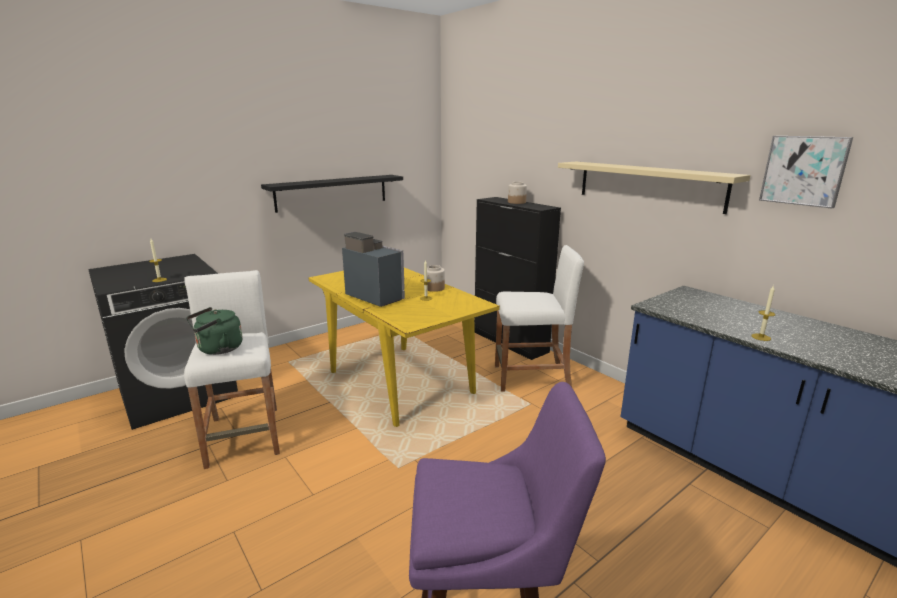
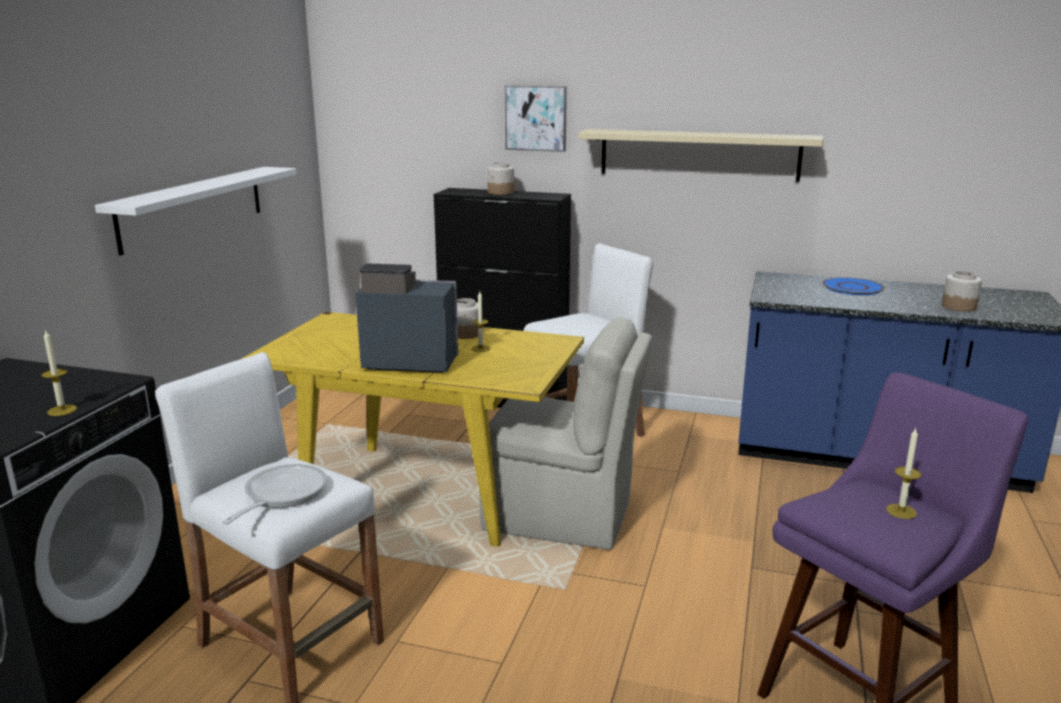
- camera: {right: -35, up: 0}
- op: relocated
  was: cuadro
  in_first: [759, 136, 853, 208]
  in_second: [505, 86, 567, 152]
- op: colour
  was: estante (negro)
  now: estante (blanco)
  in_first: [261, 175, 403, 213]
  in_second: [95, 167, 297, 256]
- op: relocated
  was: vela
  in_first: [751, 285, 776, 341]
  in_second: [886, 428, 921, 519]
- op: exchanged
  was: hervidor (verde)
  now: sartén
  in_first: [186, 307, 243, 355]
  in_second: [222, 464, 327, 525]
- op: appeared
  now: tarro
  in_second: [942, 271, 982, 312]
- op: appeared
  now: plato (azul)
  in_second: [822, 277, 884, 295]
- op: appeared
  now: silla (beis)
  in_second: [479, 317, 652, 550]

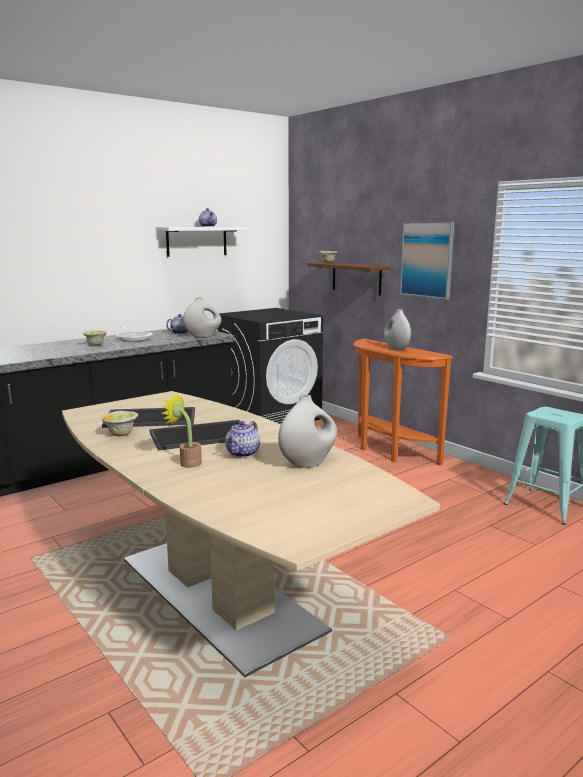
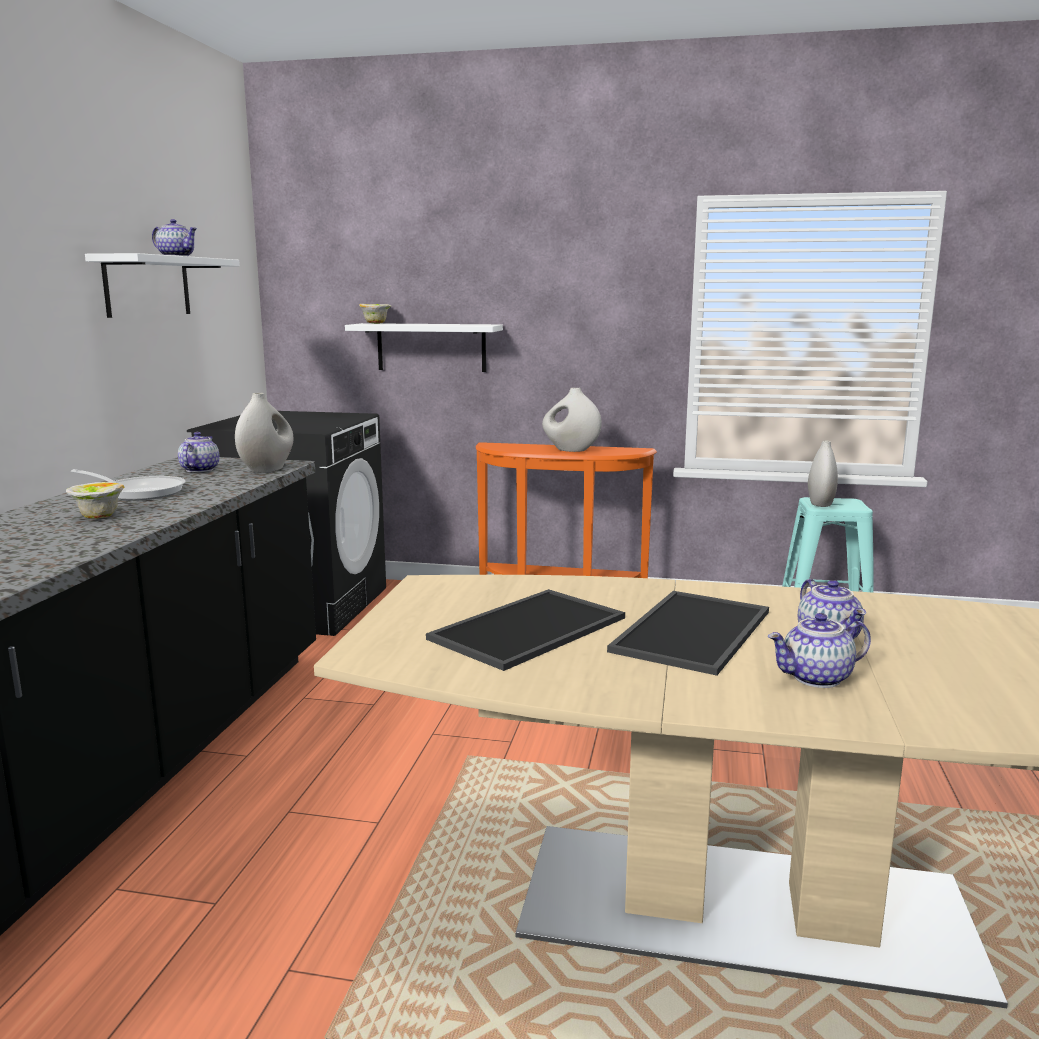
- camera: {right: -40, up: 0}
- op: missing
  was: cuadro
  in_first: [400, 221, 455, 300]
- op: colour
  was: estante (marrón)
  now: estante (blanco)
  in_first: [308, 262, 390, 295]
  in_second: [345, 323, 503, 372]
- op: exchanged
  was: planta en maceta
  now: tetera
  in_first: [162, 393, 202, 468]
  in_second: [768, 613, 871, 688]
- op: relocated
  was: florero (blanco)
  in_first: [278, 395, 337, 468]
  in_second: [808, 441, 838, 507]
- op: missing
  was: cuenco
  in_first: [102, 411, 138, 436]

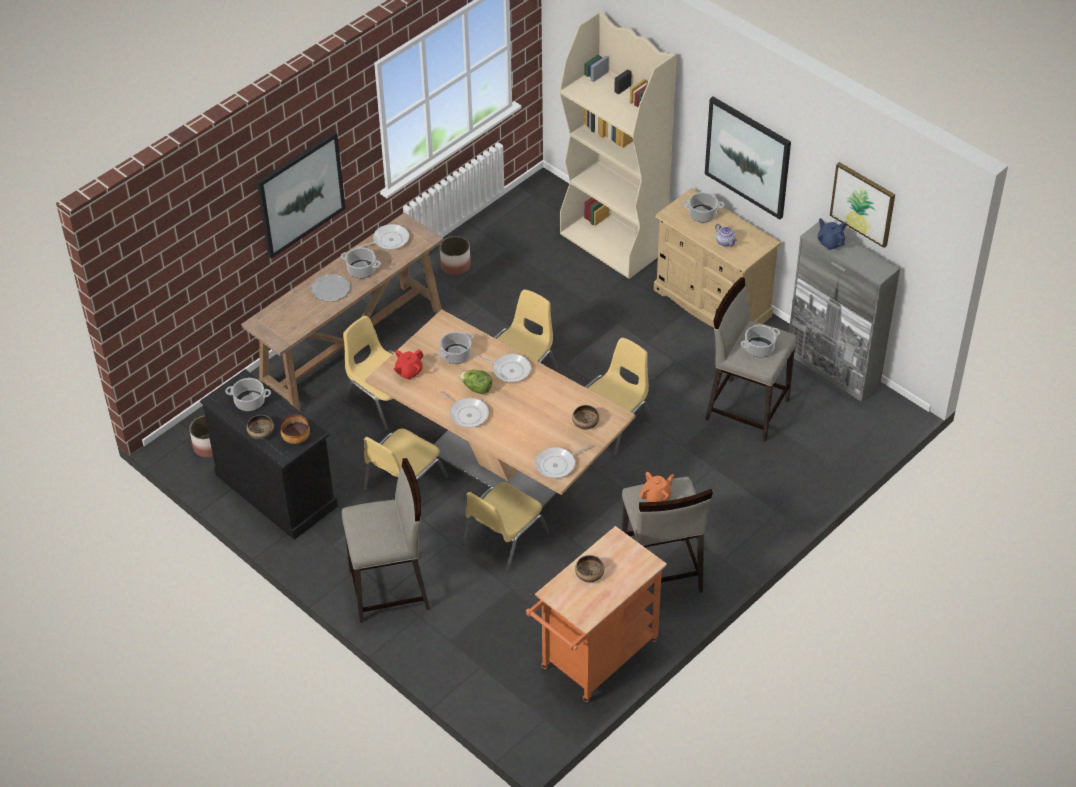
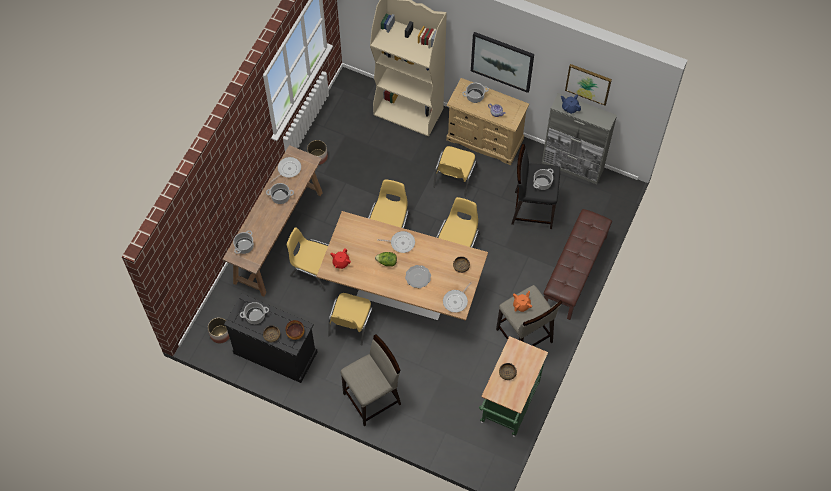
- camera: {right: -20, up: 15}
- op: missing
  was: cuadro
  in_first: [257, 132, 346, 259]
- op: relocated
  was: plato
  in_first: [311, 274, 350, 302]
  in_second: [405, 265, 431, 288]
- op: colour
  was: taburete (beis)
  now: taburete (negro)
  in_first: [705, 277, 797, 442]
  in_second: [511, 144, 560, 229]
- op: relocated
  was: olla
  in_first: [438, 332, 474, 364]
  in_second: [233, 230, 254, 254]
- op: missing
  was: sartén
  in_first: [440, 391, 489, 428]
- op: relocated
  was: silla (amarillo)
  in_first: [463, 482, 550, 572]
  in_second: [433, 146, 478, 197]
- op: colour
  was: carrito (naranja)
  now: carrito (verde)
  in_first: [526, 526, 667, 702]
  in_second: [479, 336, 548, 436]
- op: appeared
  now: banco (marrón)
  in_second: [544, 209, 612, 320]

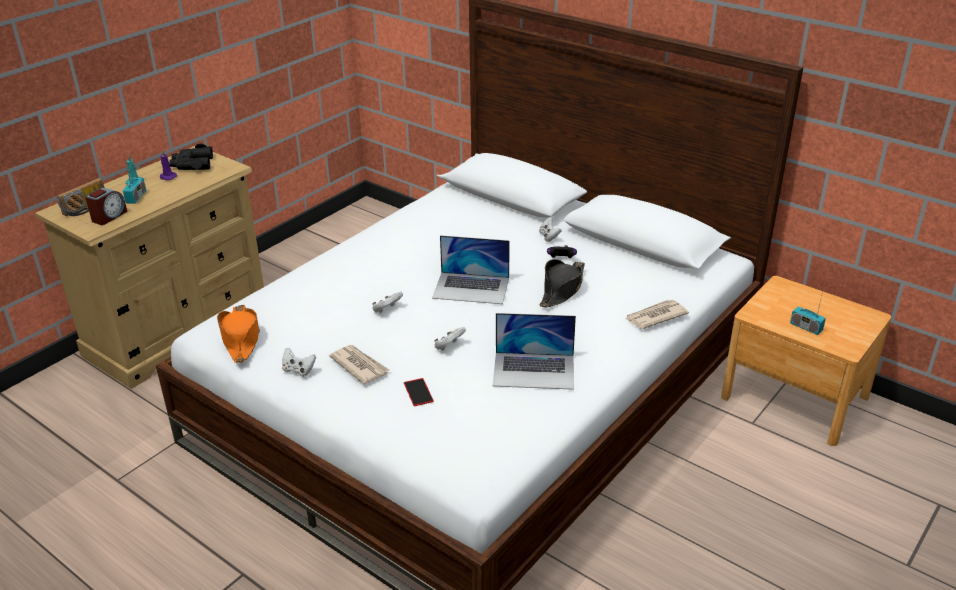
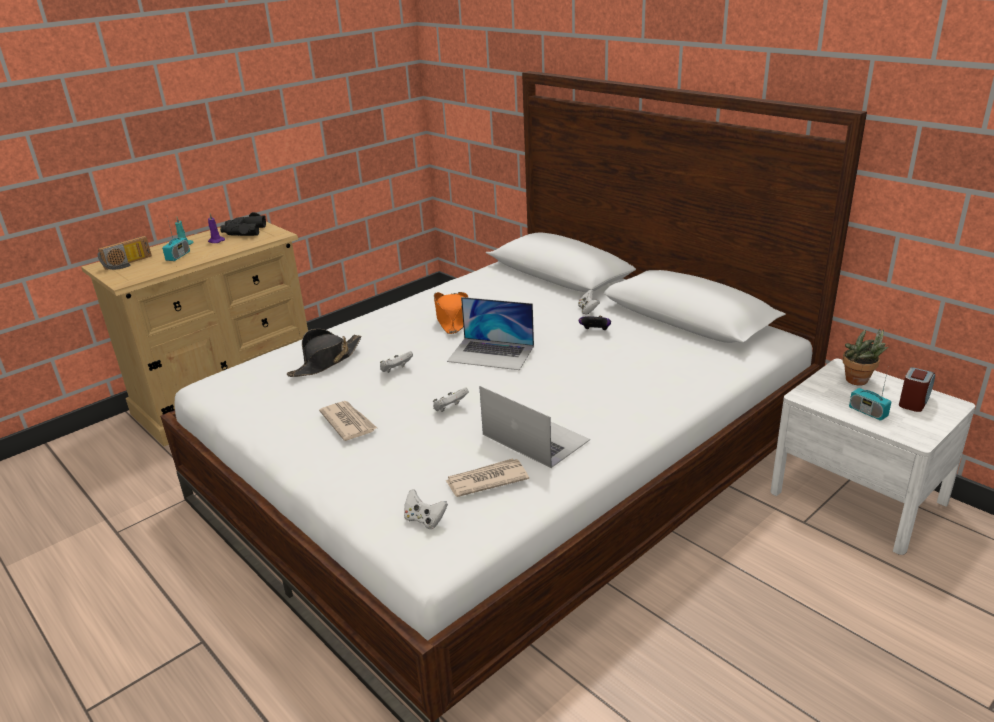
- camera: {right: 10, up: -5}
- op: relocated
  was: despertador
  in_first: [85, 188, 127, 225]
  in_second: [899, 367, 935, 412]
- op: relocated
  was: sombrero (negro)
  in_first: [539, 259, 585, 307]
  in_second: [287, 329, 361, 377]
- op: colour
  was: mesita de noche (marrón)
  now: mesita de noche (blanco)
  in_first: [721, 276, 891, 446]
  in_second: [770, 359, 975, 555]
- op: relocated
  was: periódico
  in_first: [625, 300, 689, 329]
  in_second: [446, 459, 529, 497]
- op: relocated
  was: sombrero (naranja)
  in_first: [217, 305, 260, 363]
  in_second: [434, 292, 469, 334]
- op: spun
  was: portátil
  in_first: [493, 313, 576, 390]
  in_second: [479, 386, 590, 468]
  clockwise: -150
- op: relocated
  was: mando de consola (blanco)
  in_first: [282, 348, 316, 377]
  in_second: [404, 489, 448, 529]
- op: missing
  was: móvil
  in_first: [404, 378, 434, 406]
- op: appeared
  now: planta en maceta
  in_second: [842, 329, 888, 385]

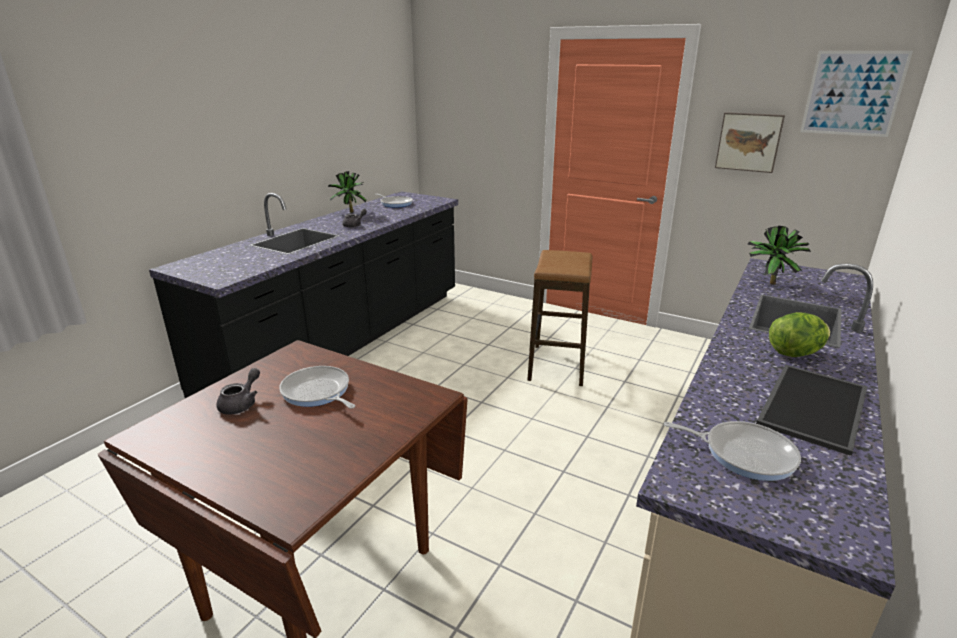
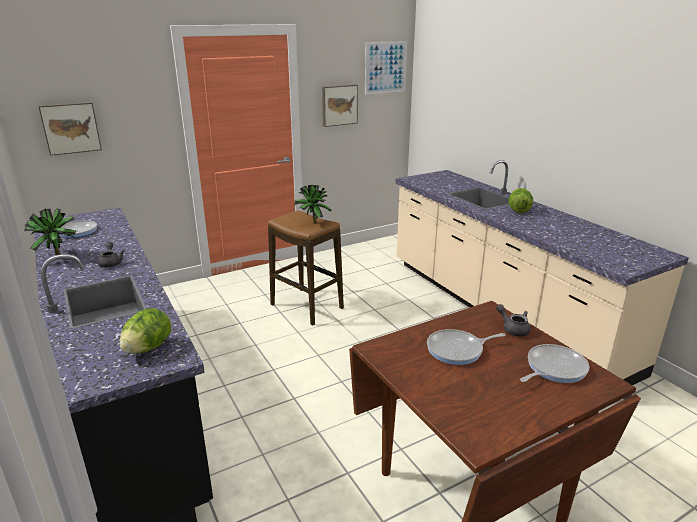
- camera: {right: -60, up: 0}
- op: relocated
  was: planta en maceta
  in_first: [747, 226, 811, 285]
  in_second: [294, 185, 332, 224]
- op: missing
  was: bandeja
  in_first: [756, 365, 868, 456]
- op: relocated
  was: tetera (gris)
  in_first: [216, 368, 260, 415]
  in_second: [496, 304, 531, 337]
- op: relocated
  was: sartén
  in_first: [664, 421, 801, 481]
  in_second: [520, 344, 589, 383]
- op: appeared
  now: cuadro
  in_second: [38, 102, 102, 156]
- op: appeared
  now: lechuga
  in_second: [120, 308, 171, 354]

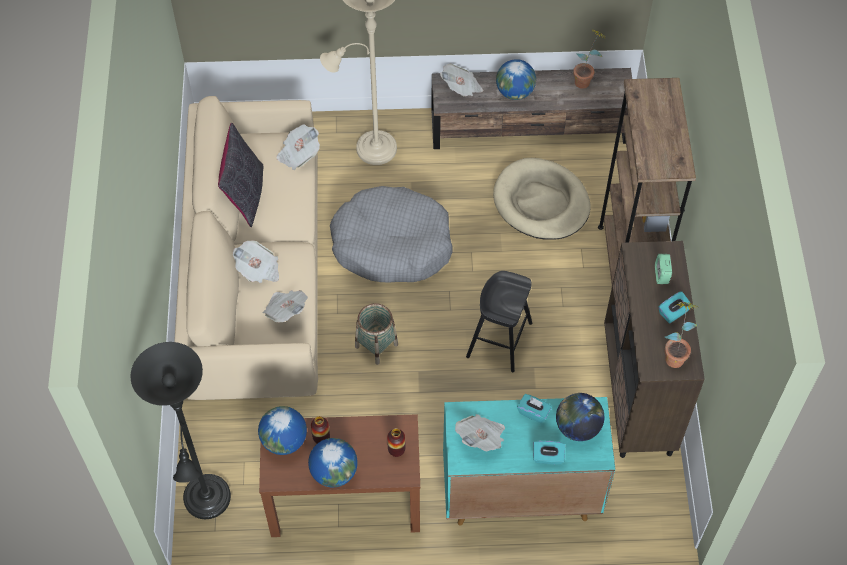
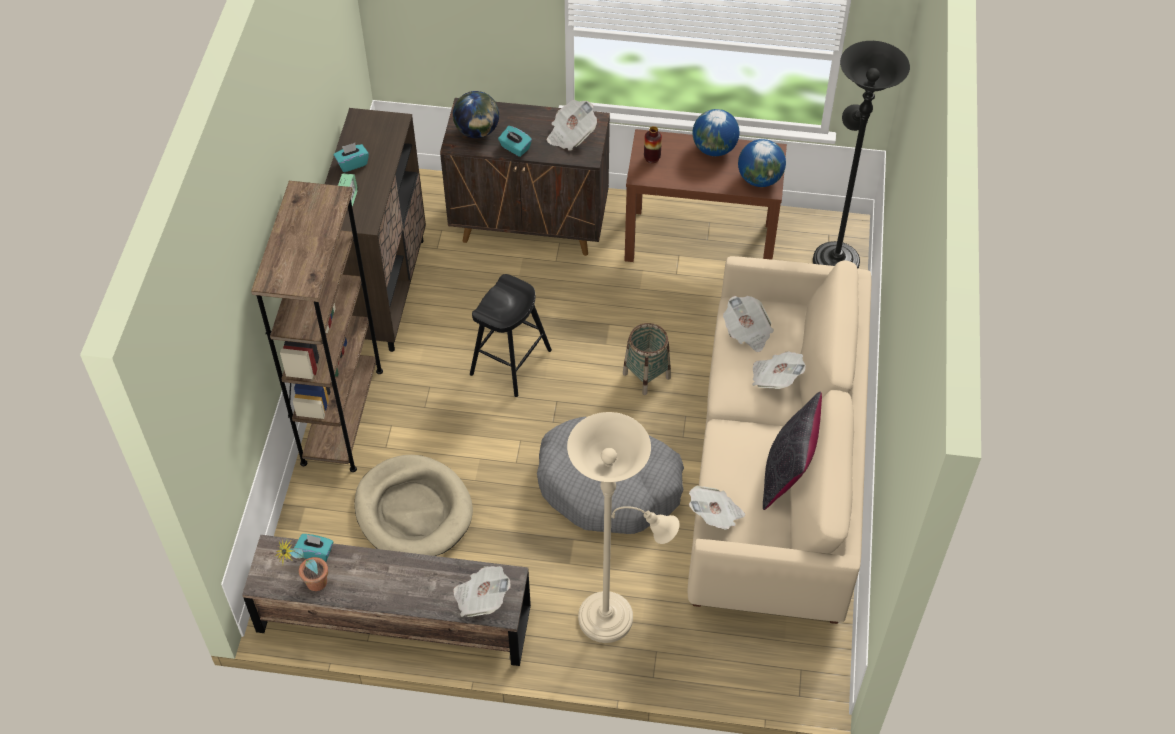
- camera: {right: -170, up: -5}
- op: missing
  was: globo terráqueo
  in_first: [496, 59, 536, 100]
- op: missing
  was: planta en maceta
  in_first: [664, 302, 698, 368]
- op: colour
  was: armario (turquesa)
  now: armario (marrón)
  in_first: [443, 397, 615, 526]
  in_second: [440, 98, 610, 256]
- op: missing
  was: florero
  in_first: [311, 416, 330, 444]
- op: relocated
  was: caja de pañuelos (turquesa)
  in_first: [533, 441, 565, 465]
  in_second: [294, 534, 333, 562]

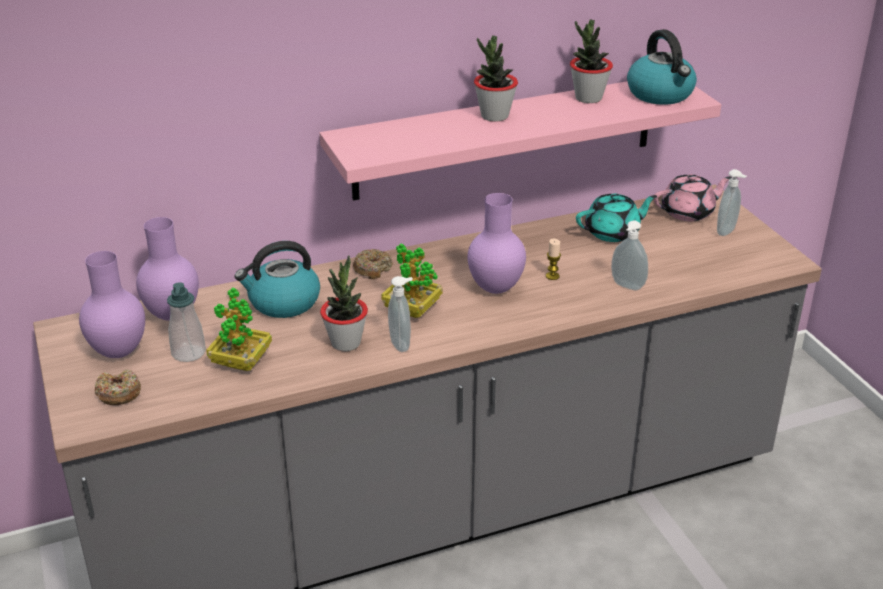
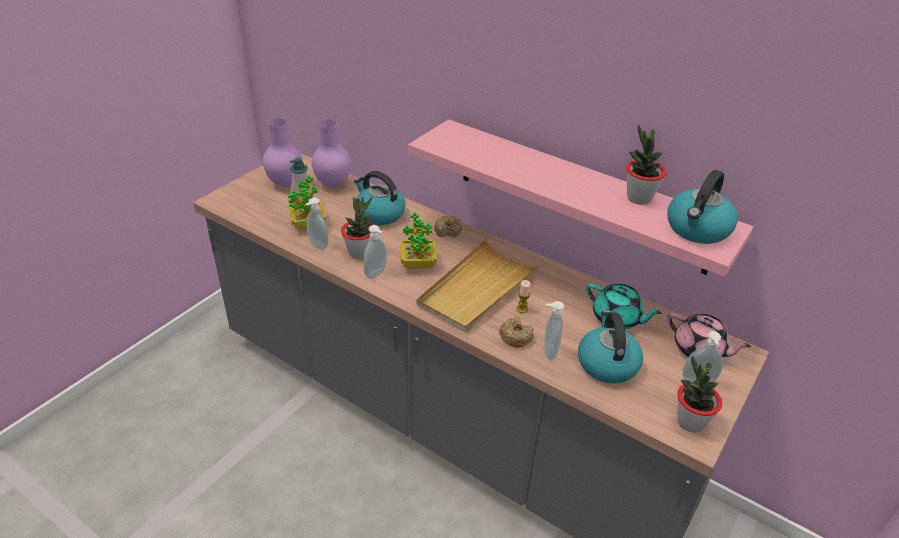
- camera: {right: 55, up: 5}
- op: relocated
  was: planta en maceta
  in_first: [474, 35, 518, 122]
  in_second: [677, 355, 722, 432]
- op: exchanged
  was: florero (morado)
  now: bandeja (beis)
  in_first: [468, 193, 526, 294]
  in_second: [416, 239, 540, 333]
- op: relocated
  was: rosquilla
  in_first: [95, 370, 141, 405]
  in_second: [499, 317, 534, 347]
- op: appeared
  now: dispensador de jabón
  in_second: [306, 198, 329, 250]
- op: appeared
  now: hervidor
  in_second: [578, 311, 643, 384]

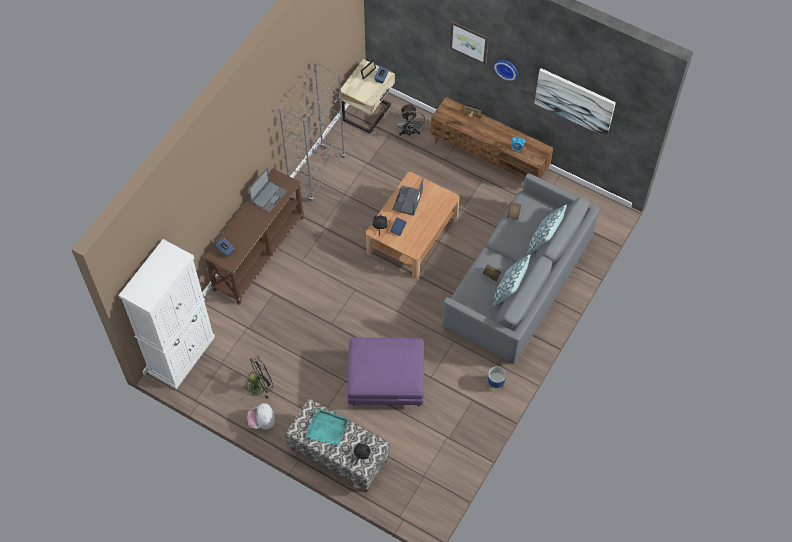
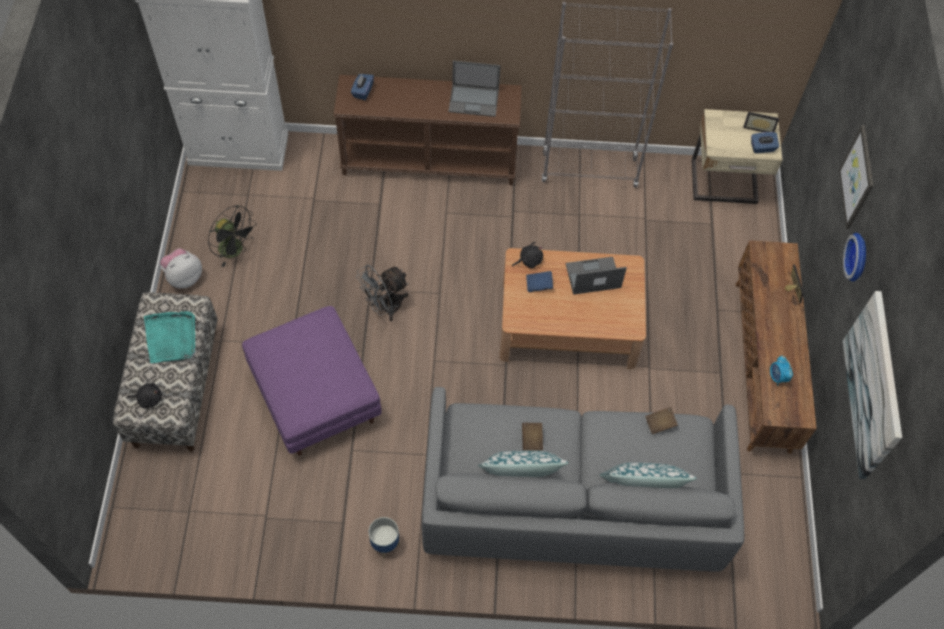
- camera: {right: 60, up: 0}
- op: relocated
  was: ventilador (gris)
  in_first: [395, 103, 426, 136]
  in_second: [356, 265, 409, 321]

